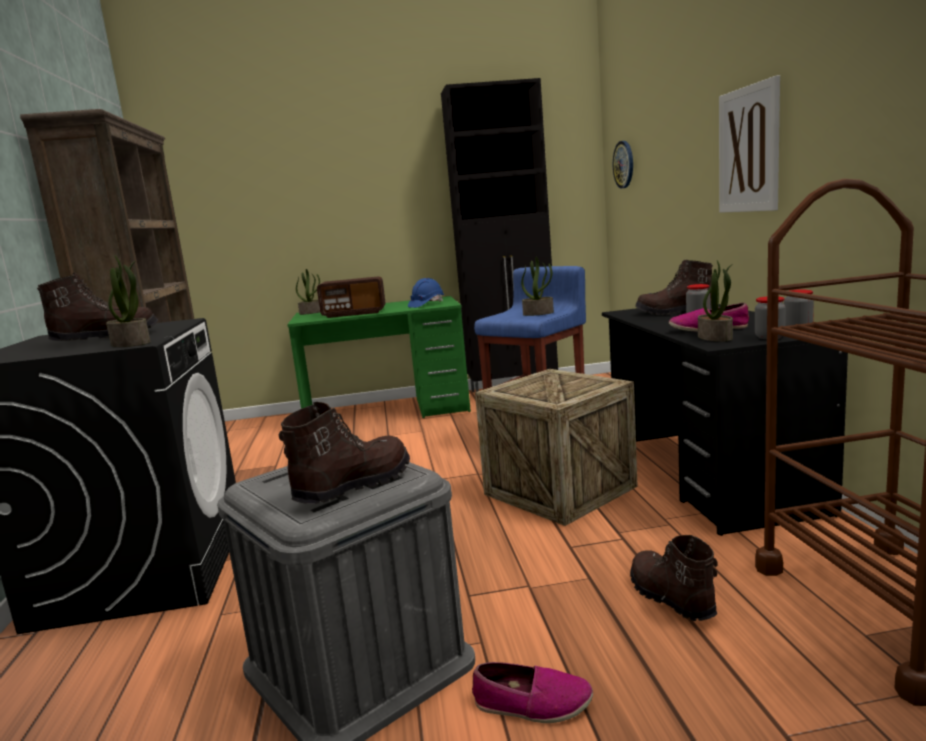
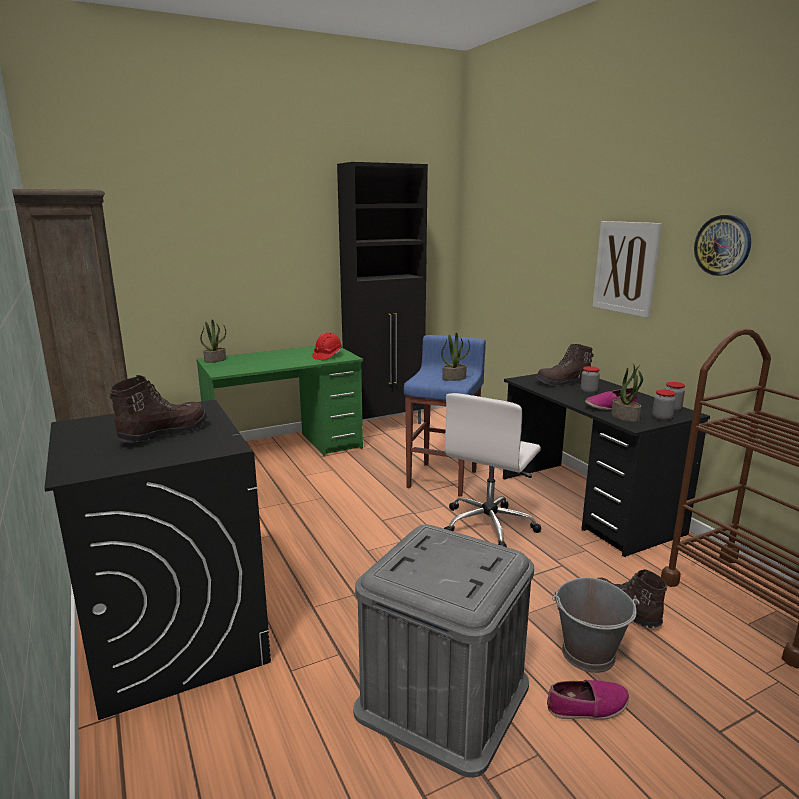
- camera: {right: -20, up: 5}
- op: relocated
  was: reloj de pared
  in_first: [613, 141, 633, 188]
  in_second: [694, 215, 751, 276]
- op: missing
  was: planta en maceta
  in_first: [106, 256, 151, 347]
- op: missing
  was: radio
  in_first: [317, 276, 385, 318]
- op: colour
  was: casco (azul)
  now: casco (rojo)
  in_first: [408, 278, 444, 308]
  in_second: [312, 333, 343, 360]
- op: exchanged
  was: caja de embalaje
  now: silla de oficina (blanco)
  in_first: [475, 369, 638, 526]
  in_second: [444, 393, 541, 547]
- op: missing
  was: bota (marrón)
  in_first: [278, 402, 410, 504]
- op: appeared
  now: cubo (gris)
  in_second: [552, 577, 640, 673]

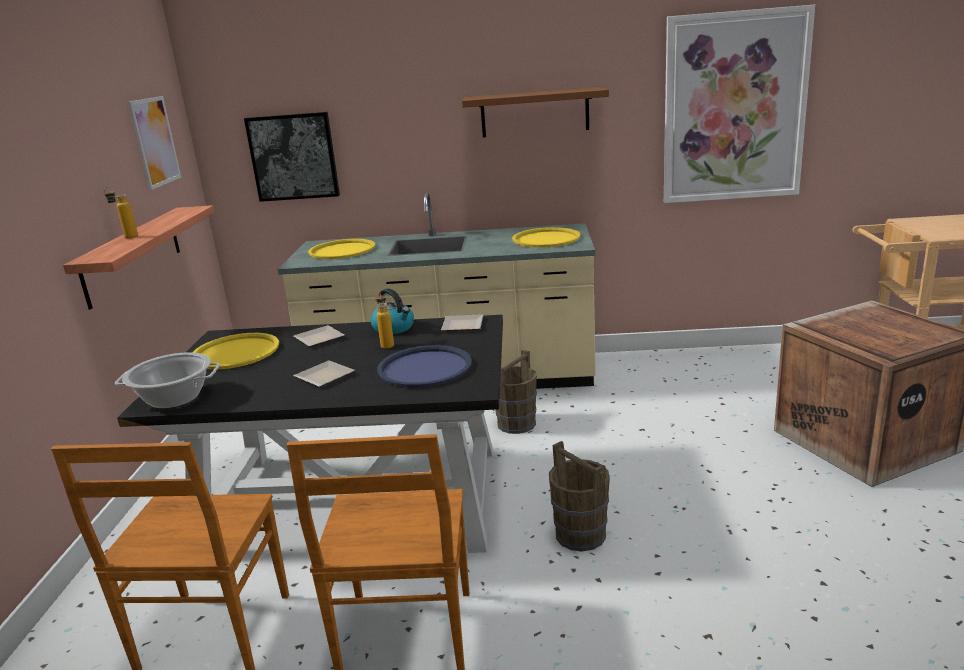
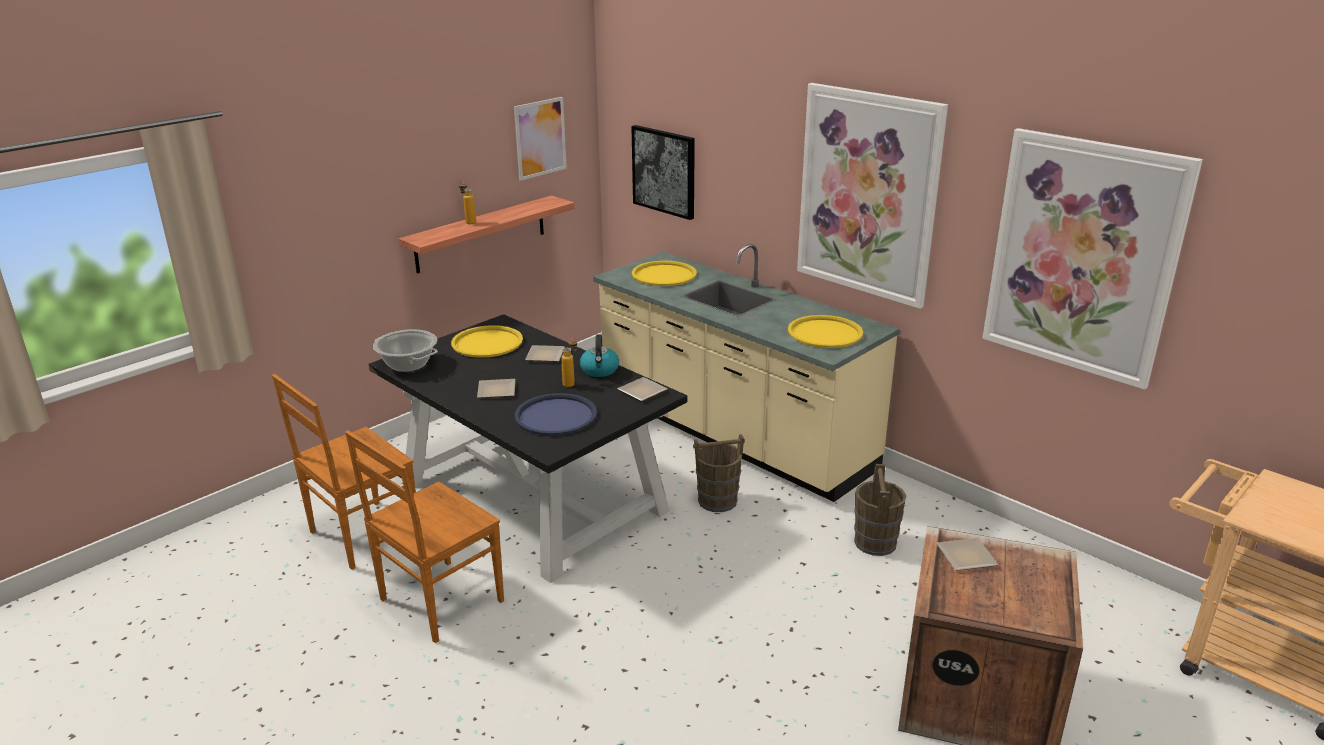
- camera: {right: 40, up: 5}
- op: exchanged
  was: estante (marrón)
  now: cuadro
  in_first: [462, 87, 609, 138]
  in_second: [797, 83, 948, 309]
- op: relocated
  was: cubo (marrón)
  in_first: [549, 441, 610, 552]
  in_second: [854, 464, 907, 556]
- op: appeared
  now: plato
  in_second: [936, 538, 998, 571]

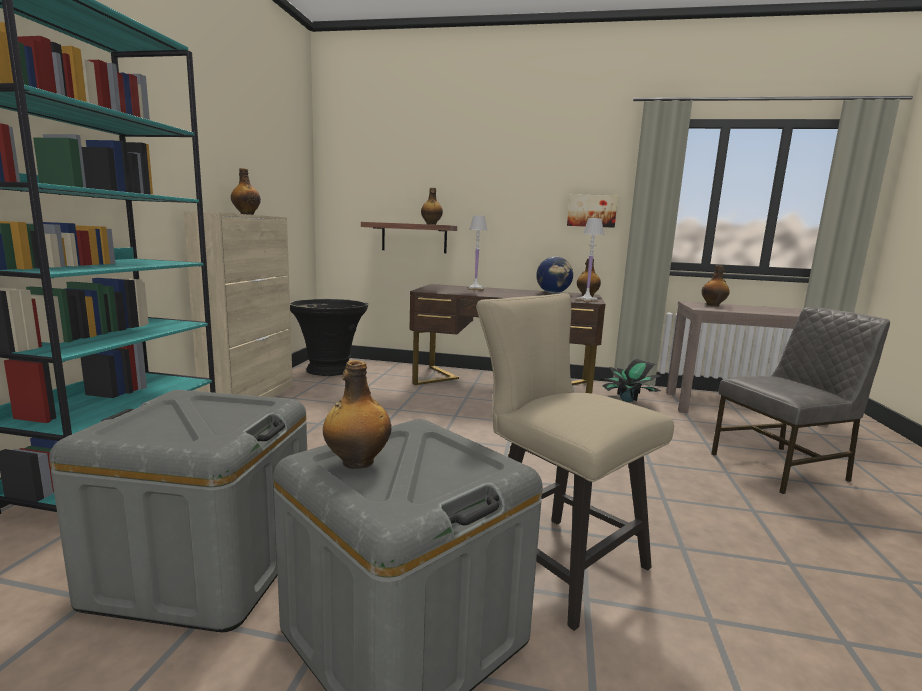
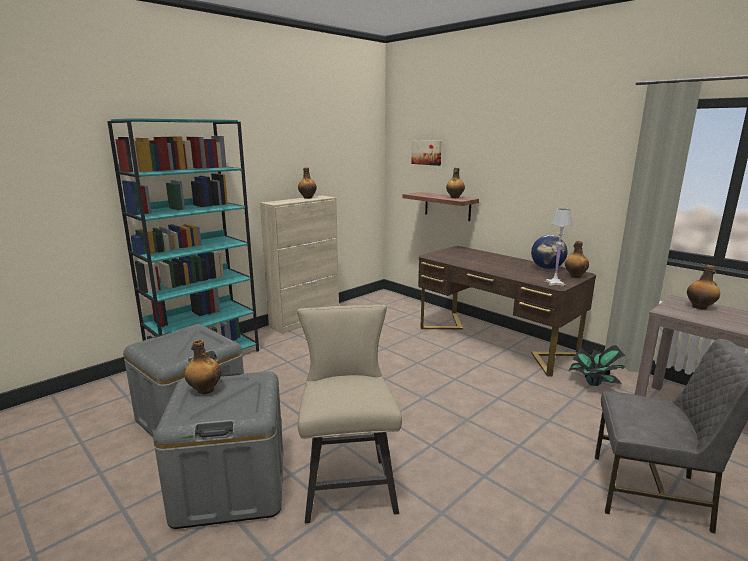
- camera: {right: 35, up: 5}
- op: relocated
  was: cuadro
  in_first: [567, 194, 618, 228]
  in_second: [411, 140, 442, 166]
- op: missing
  was: lámpara de mesa (blanco)
  in_first: [467, 215, 487, 290]
- op: missing
  was: maceta (negro)
  in_first: [290, 299, 368, 376]

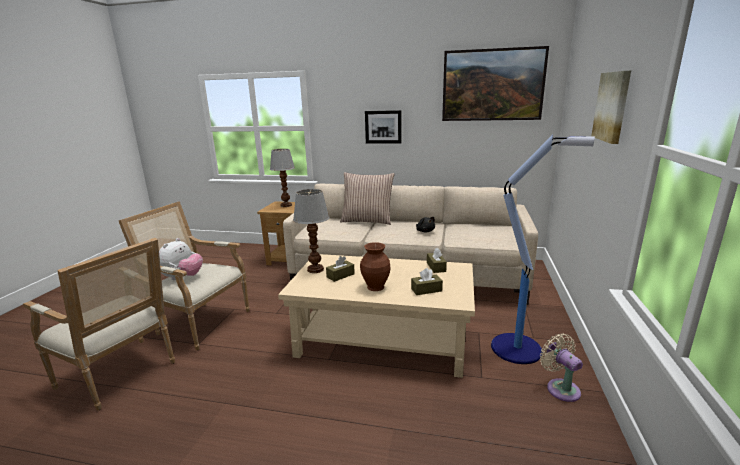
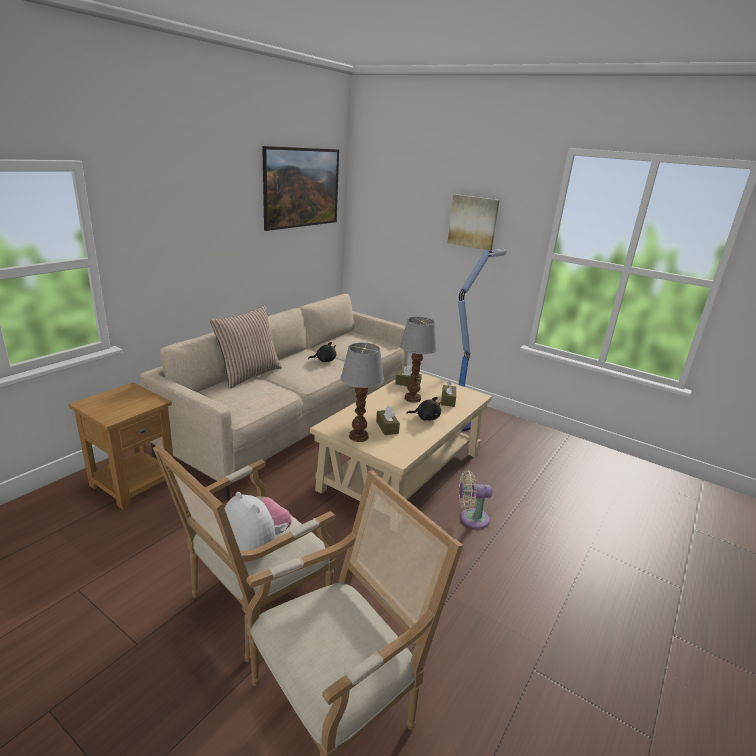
- camera: {right: -70, up: 5}
- op: missing
  was: cuadro
  in_first: [365, 110, 402, 143]
- op: relocated
  was: lámpara de mesa
  in_first: [270, 149, 295, 207]
  in_second: [400, 317, 437, 403]
- op: exchanged
  was: florero (marrón)
  now: peluche (negro)
  in_first: [360, 242, 391, 291]
  in_second: [406, 397, 441, 420]
- op: relocated
  was: ventilador (beis)
  in_first: [540, 333, 583, 402]
  in_second: [459, 471, 492, 529]

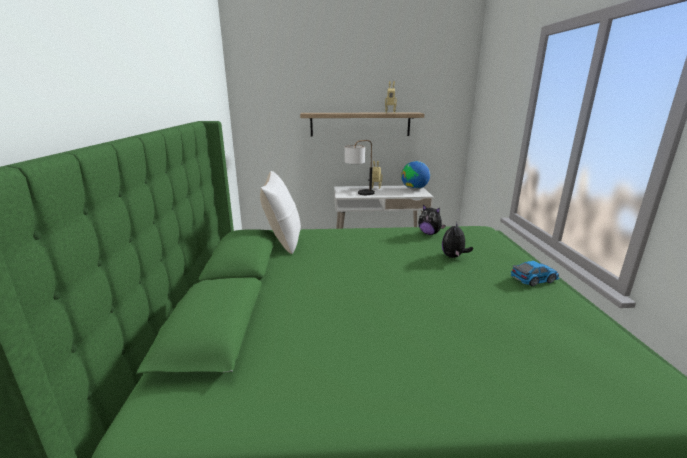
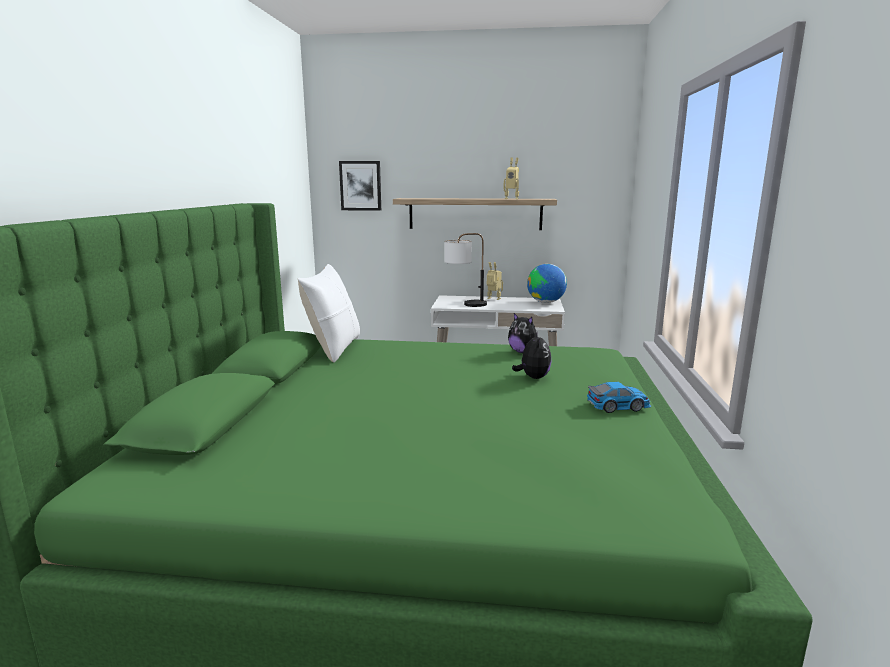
- camera: {right: 10, up: -5}
- op: spun
  was: peluche
  in_first: [442, 221, 473, 258]
  in_second: [512, 331, 552, 379]
  clockwise: 150
- op: appeared
  now: cuadro
  in_second: [339, 161, 381, 211]

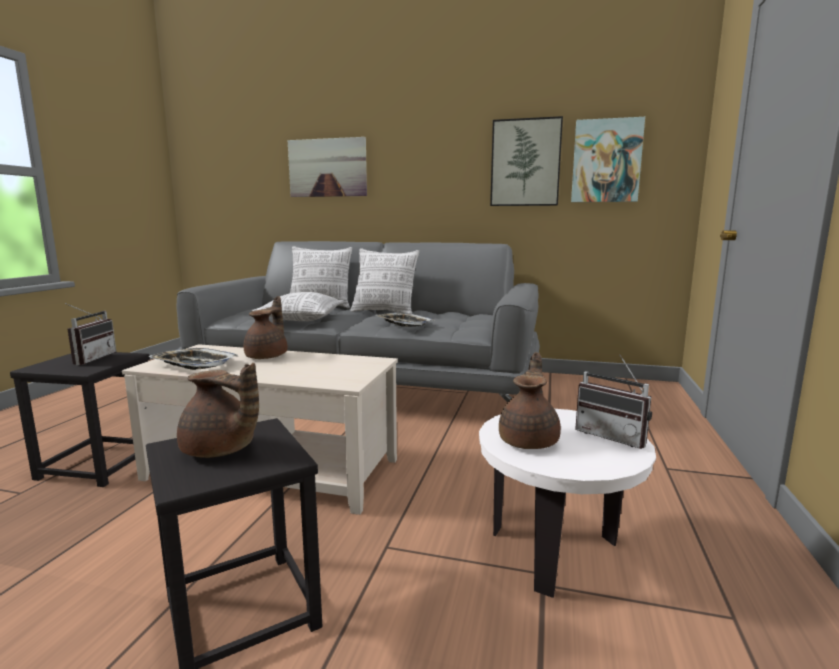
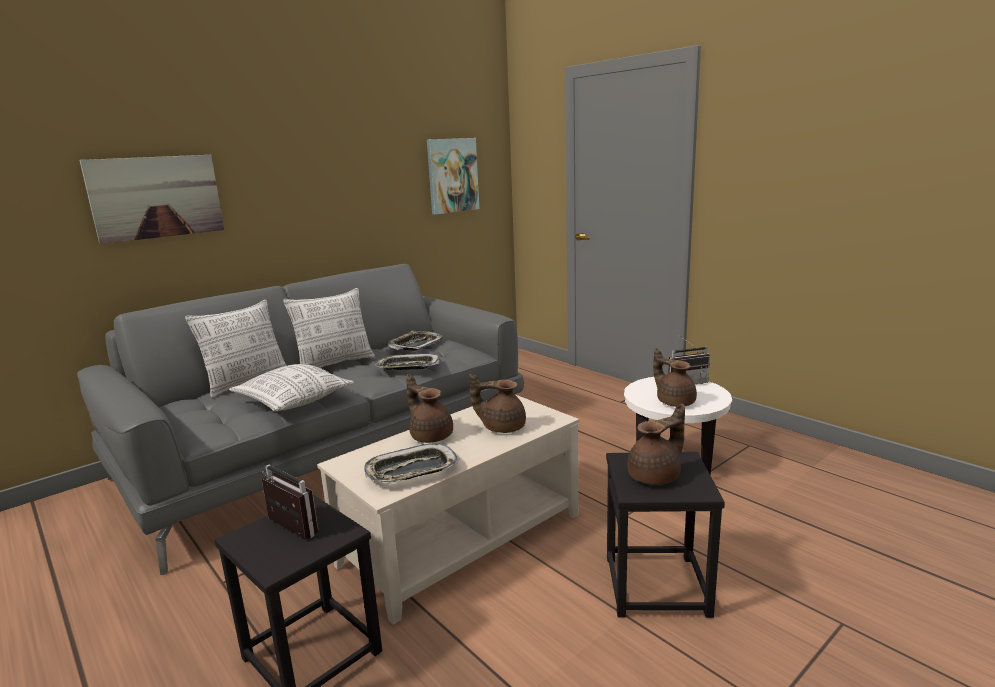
- camera: {right: -55, up: 5}
- op: missing
  was: cuadro
  in_first: [490, 116, 563, 206]
- op: appeared
  now: bandeja
  in_second: [388, 331, 443, 351]
- op: appeared
  now: tetera (marrón)
  in_second: [469, 373, 526, 433]

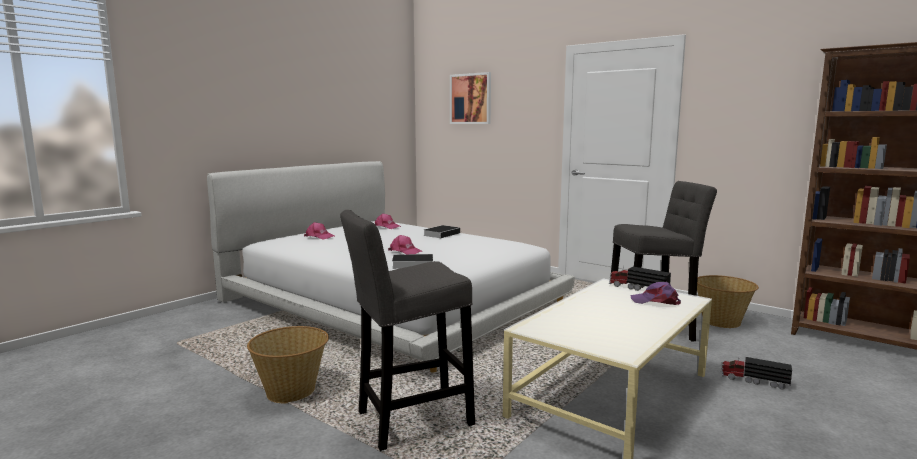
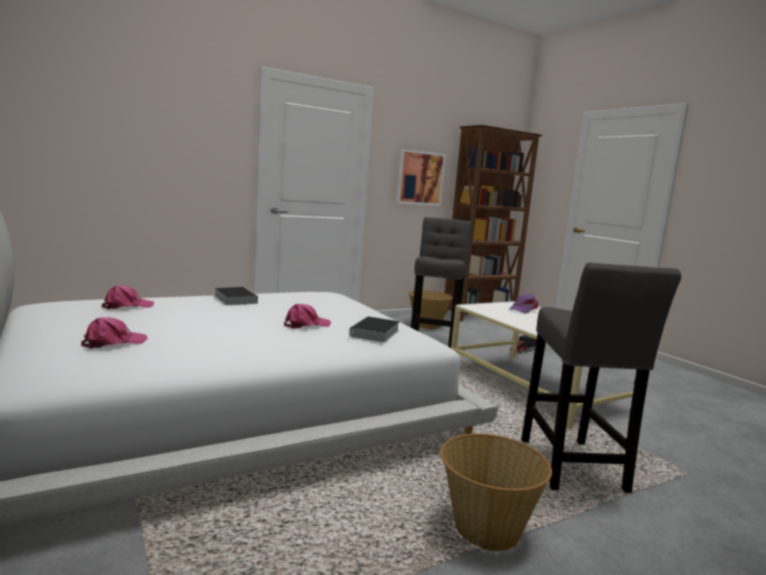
- camera: {right: -70, up: 0}
- op: relocated
  was: cuadro
  in_first: [450, 72, 491, 124]
  in_second: [396, 149, 446, 206]
- op: missing
  was: camión de juguete
  in_first: [609, 266, 671, 291]

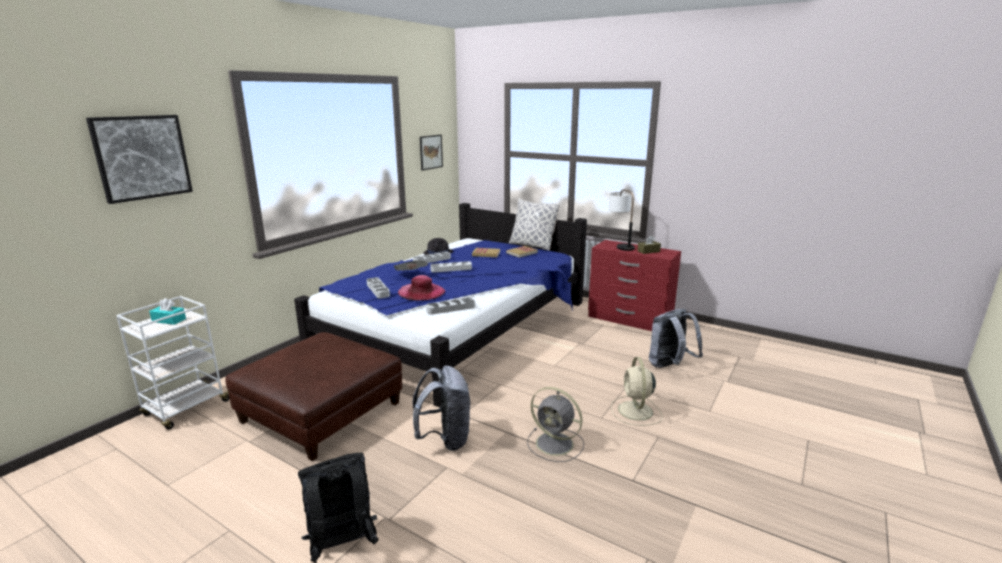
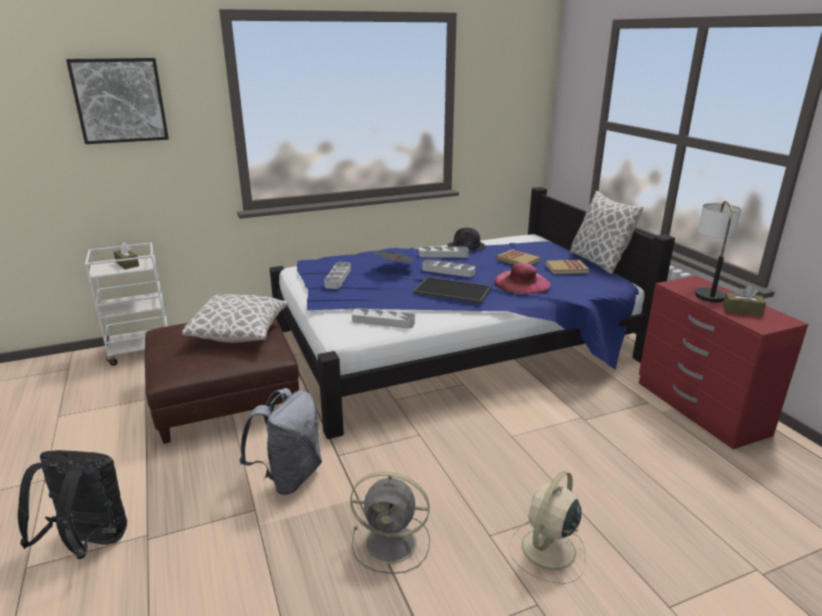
- camera: {right: 35, up: 5}
- op: missing
  was: cuadro
  in_first: [420, 135, 443, 171]
- op: relocated
  was: sombrero (rosa)
  in_first: [398, 275, 445, 301]
  in_second: [494, 263, 551, 294]
- op: colour
  was: caja de pañuelos (turquesa)
  now: caja de pañuelos (marrón)
  in_first: [149, 298, 186, 325]
  in_second: [114, 242, 139, 269]
- op: missing
  was: mochila (gris)
  in_first: [649, 309, 703, 368]
- op: spun
  was: ventilador (gris)
  in_first: [527, 387, 584, 462]
  in_second: [350, 472, 430, 574]
  clockwise: -60
- op: appeared
  now: bandeja
  in_second: [413, 277, 492, 304]
- op: appeared
  now: cojín
  in_second: [182, 294, 288, 343]

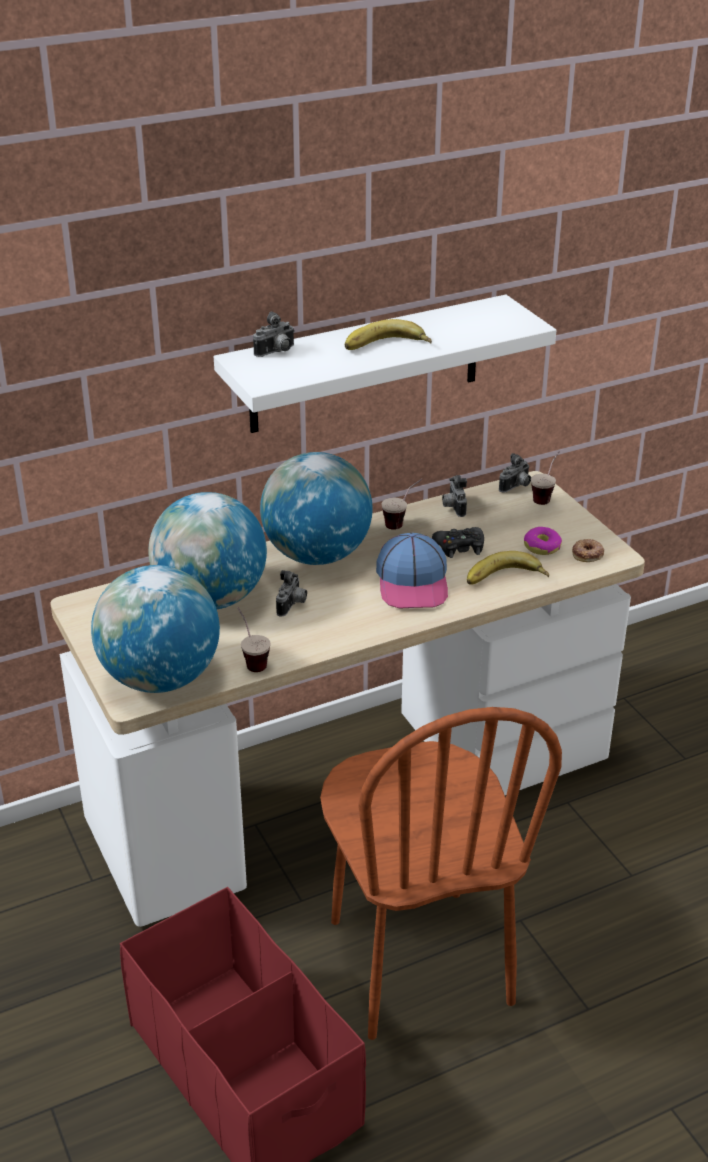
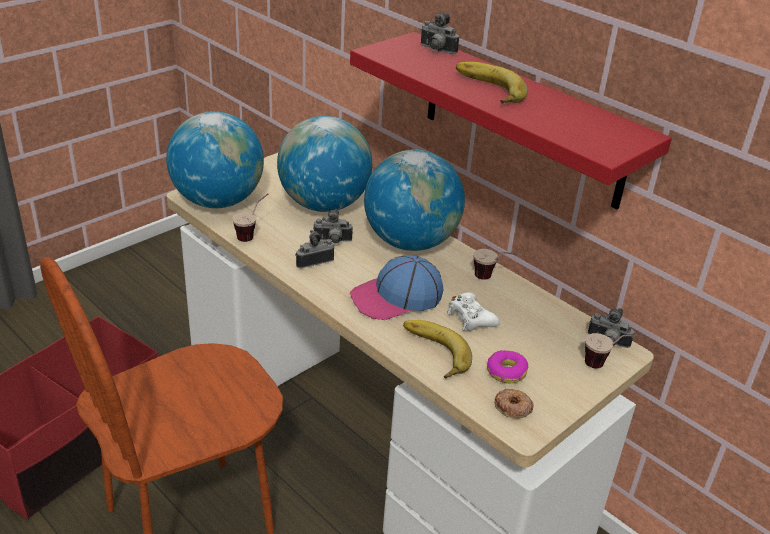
- camera: {right: 70, up: 0}
- op: colour
  was: estante (blanco)
  now: estante (rojo)
  in_first: [214, 295, 556, 433]
  in_second: [350, 32, 672, 210]
- op: relocated
  was: cámara
  in_first: [442, 475, 467, 517]
  in_second: [296, 230, 334, 268]
- op: colour
  was: mando de consola (negro)
  now: mando de consola (blanco)
  in_first: [432, 527, 484, 558]
  in_second: [447, 292, 500, 331]

